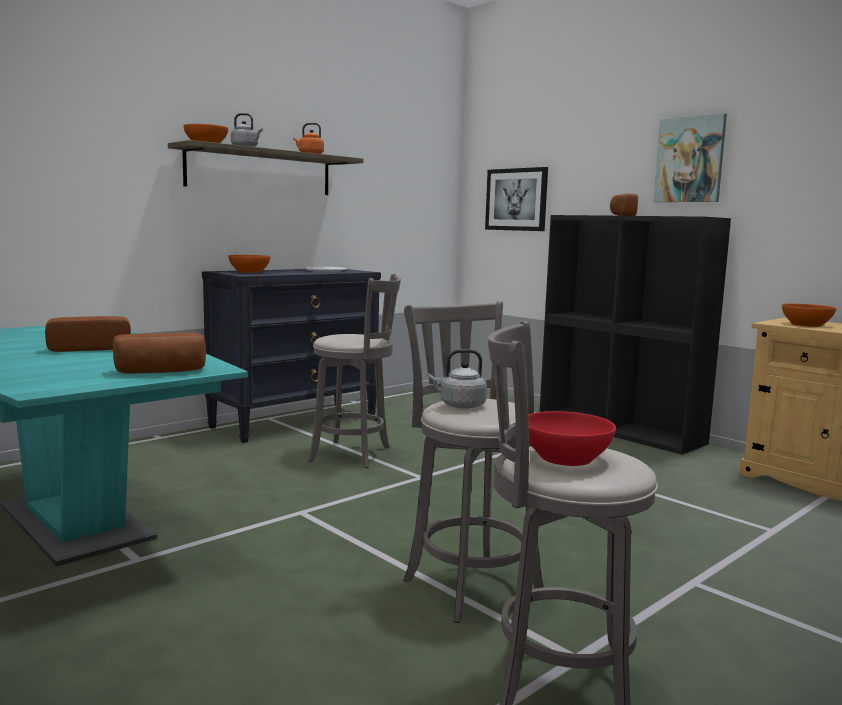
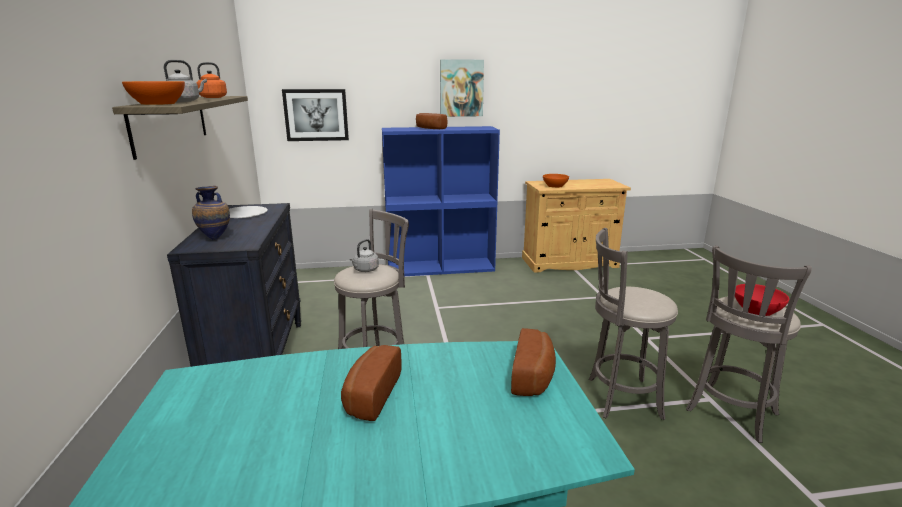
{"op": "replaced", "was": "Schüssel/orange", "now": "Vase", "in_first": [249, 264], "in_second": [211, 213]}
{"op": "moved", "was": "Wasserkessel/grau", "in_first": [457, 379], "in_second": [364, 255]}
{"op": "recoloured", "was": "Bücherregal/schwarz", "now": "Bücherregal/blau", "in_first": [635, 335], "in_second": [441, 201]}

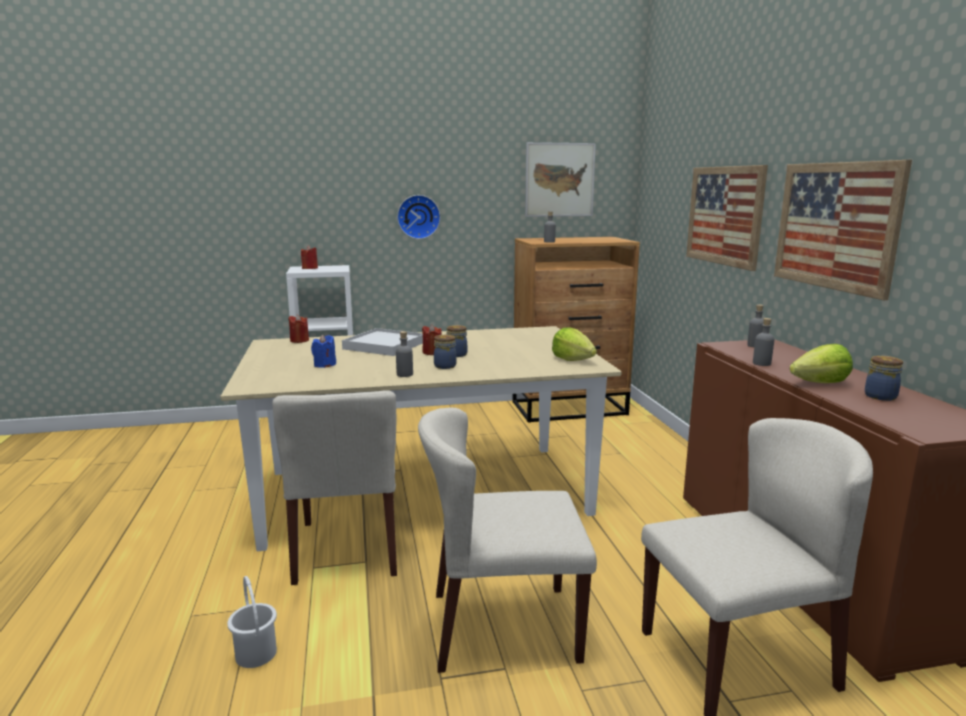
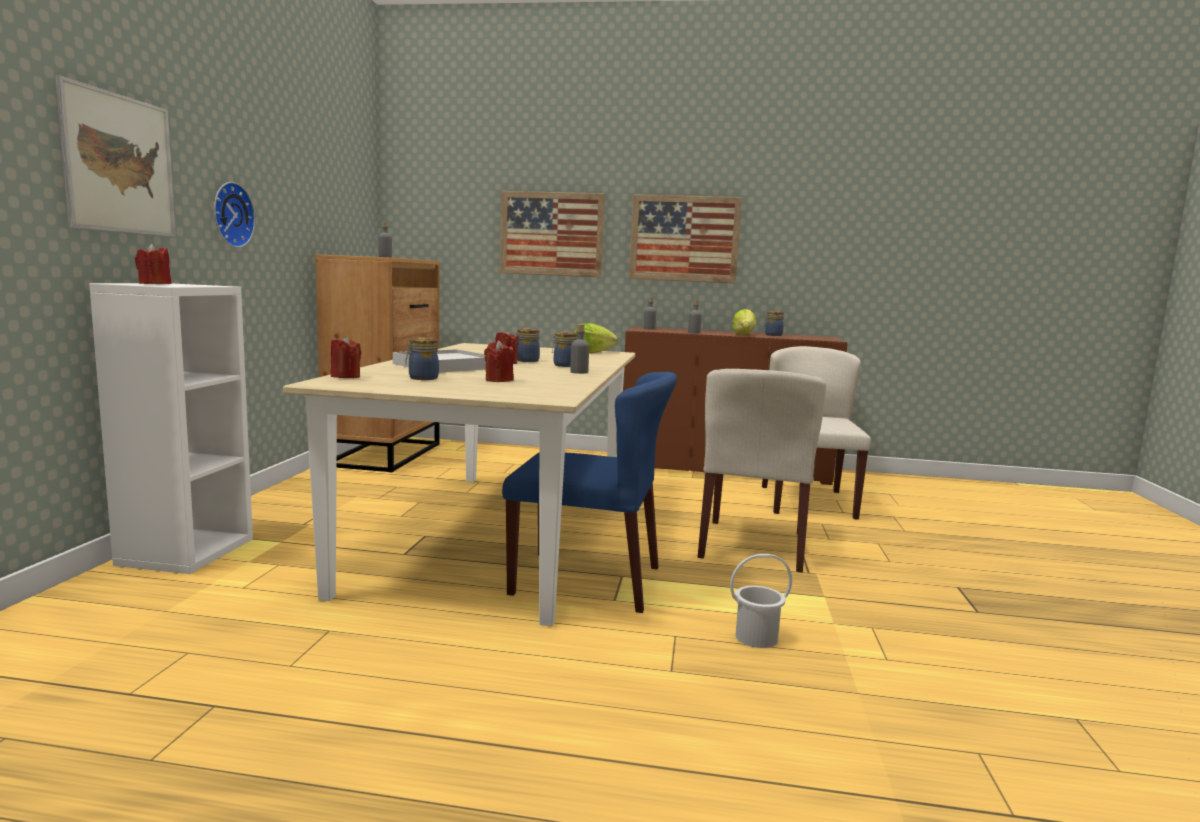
{"op": "recoloured", "was": "Stuhl/beige", "now": "Stuhl/blau", "in_first": [334, 488], "in_second": [589, 492]}
{"op": "recoloured", "was": "Kerze/blau", "now": "Kerze/rot", "in_first": [323, 351], "in_second": [499, 361]}
{"op": "moved", "was": "Bild", "in_first": [560, 179], "in_second": [115, 156]}
{"op": "added", "now": "Vorratsglas", "in_second": [422, 358]}

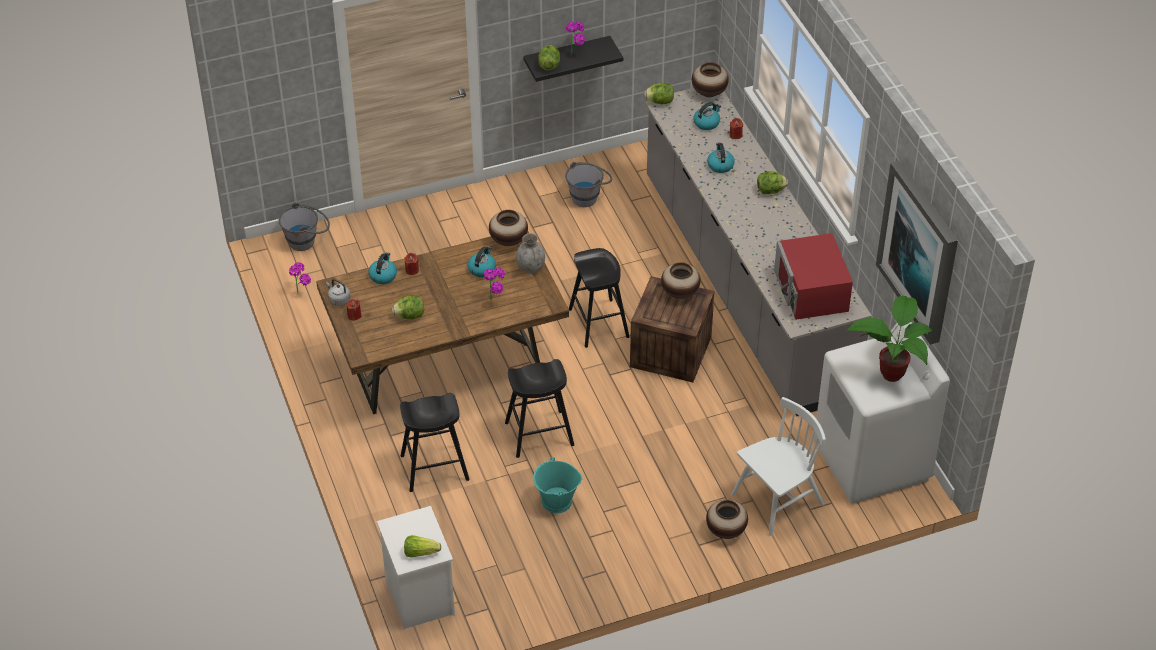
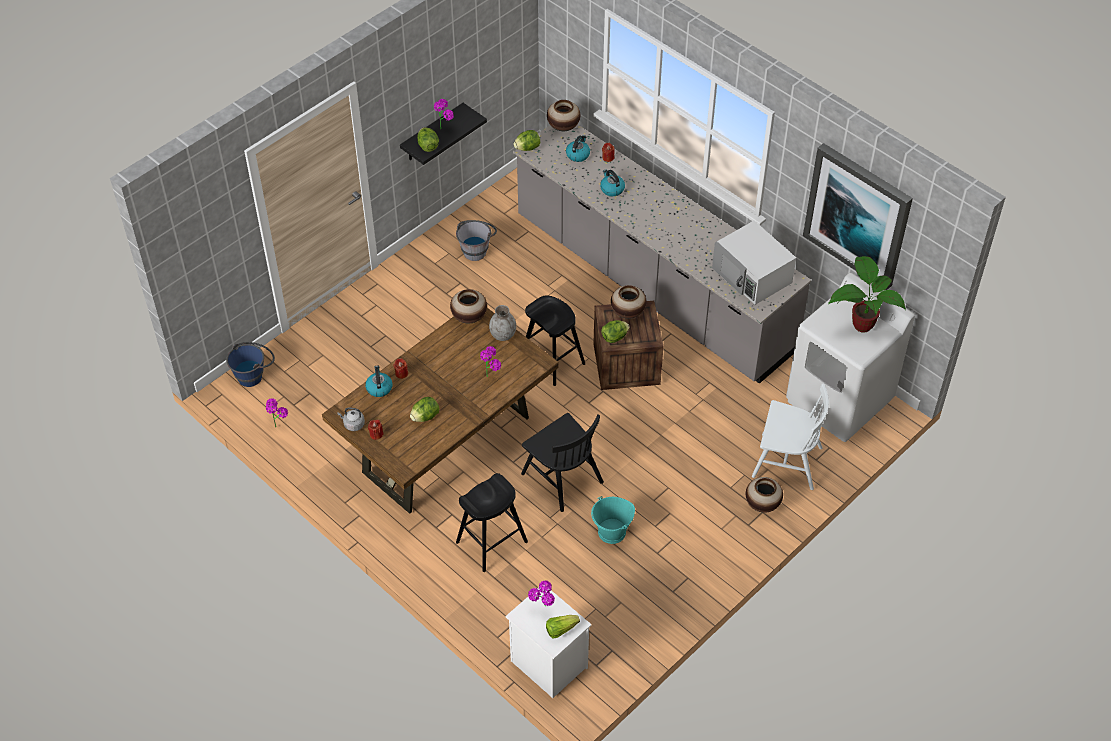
{"op": "recoloured", "was": "Eimer/grau", "now": "Eimer/blau", "in_first": [304, 227], "in_second": [250, 364]}
{"op": "removed", "was": "Wasserkessel", "in_first": [482, 261]}
{"op": "replaced", "was": "Hocker/schwarz", "now": "Stuhl/schwarz", "in_first": [539, 408], "in_second": [562, 462]}
{"op": "turned", "was": "Stuhl/weiß", "in_first": [778, 466], "in_second": [790, 436], "clockwise": 75}
{"op": "moved", "was": "Salatkopf", "in_first": [772, 182], "in_second": [615, 331]}
{"op": "recoloured", "was": "Mikrowelle/rot", "now": "Mikrowelle/weiß", "in_first": [813, 276], "in_second": [754, 263]}
{"op": "added", "now": "Topfpflanze", "in_second": [541, 593]}

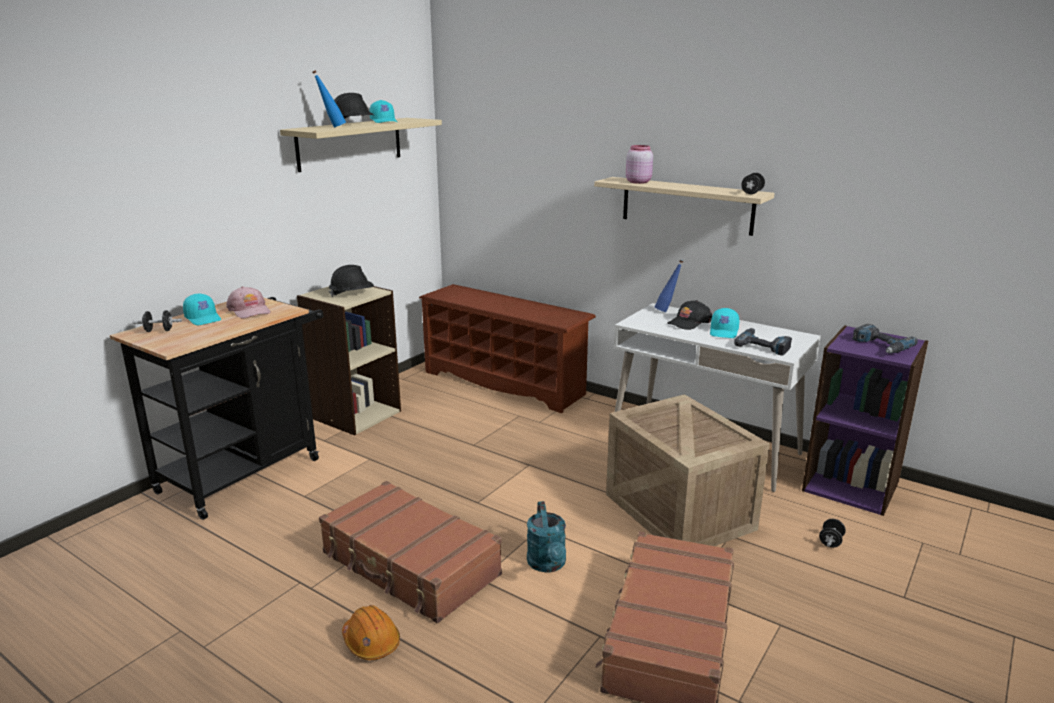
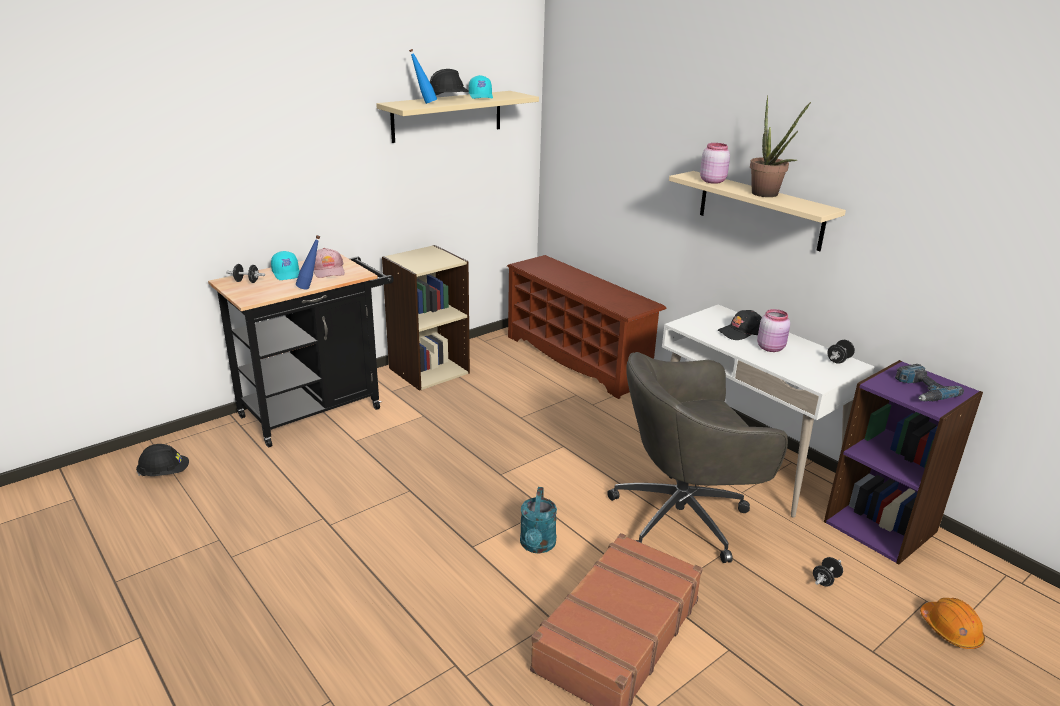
{"op": "removed", "was": "Koffer/braun", "in_first": [410, 552]}
{"op": "moved", "was": "Schutzhelm/schwarz", "in_first": [351, 281], "in_second": [162, 460]}
{"op": "moved", "was": "Schutzhelm/orange", "in_first": [371, 632], "in_second": [952, 623]}
{"op": "replaced", "was": "Kiste", "now": "Bürostuhl/grau", "in_first": [688, 470], "in_second": [697, 457]}
{"op": "moved", "was": "Flasche/blau", "in_first": [669, 286], "in_second": [308, 262]}
{"op": "replaced", "was": "Kappe/türkis", "now": "Vorratsglas/rosa", "in_first": [724, 323], "in_second": [773, 330]}
{"op": "removed", "was": "Bohrmaschine", "in_first": [763, 342]}
{"op": "moved", "was": "Hantel/schwarz", "in_first": [753, 183], "in_second": [841, 352]}
{"op": "added", "now": "Topfpflanze", "in_second": [780, 146]}

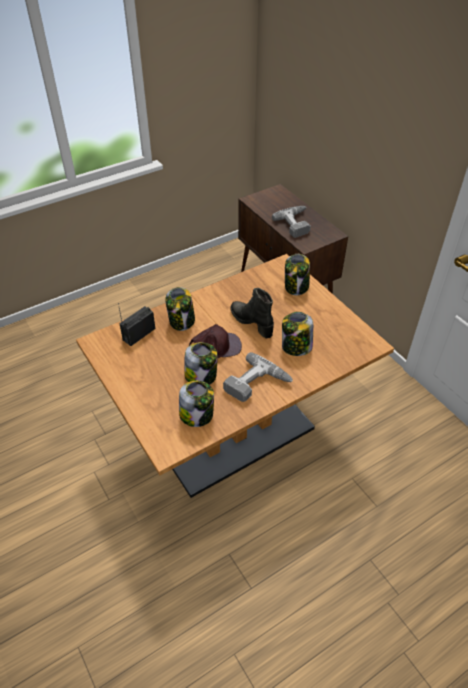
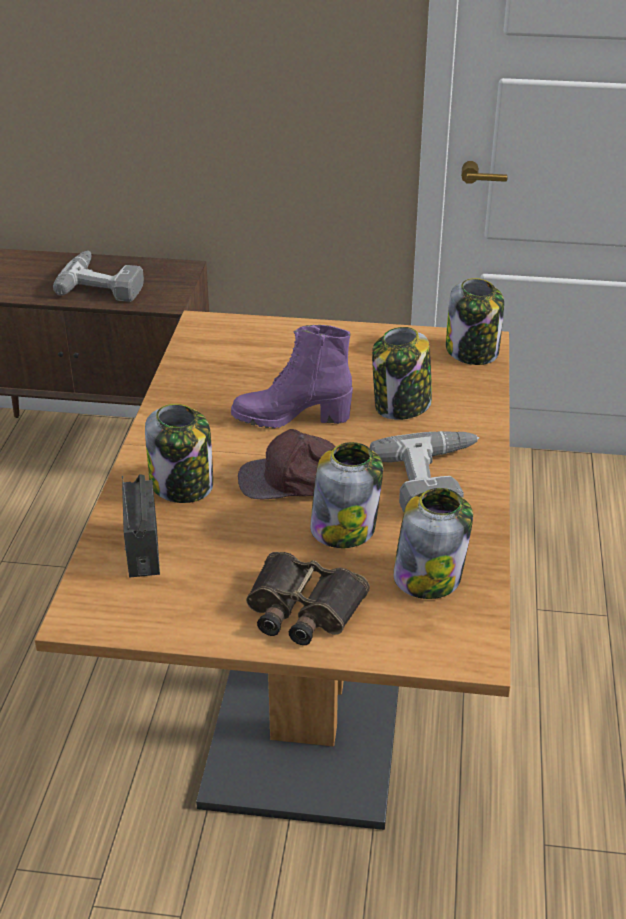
{"op": "turned", "was": "Kappe/braun", "in_first": [215, 341], "in_second": [287, 464], "clockwise": -120}
{"op": "recoloured", "was": "Stiefel/schwarz", "now": "Stiefel/lila", "in_first": [252, 313], "in_second": [292, 376]}
{"op": "moved", "was": "Vorratsglas", "in_first": [297, 274], "in_second": [475, 321]}
{"op": "added", "now": "Fernglas", "in_second": [308, 598]}

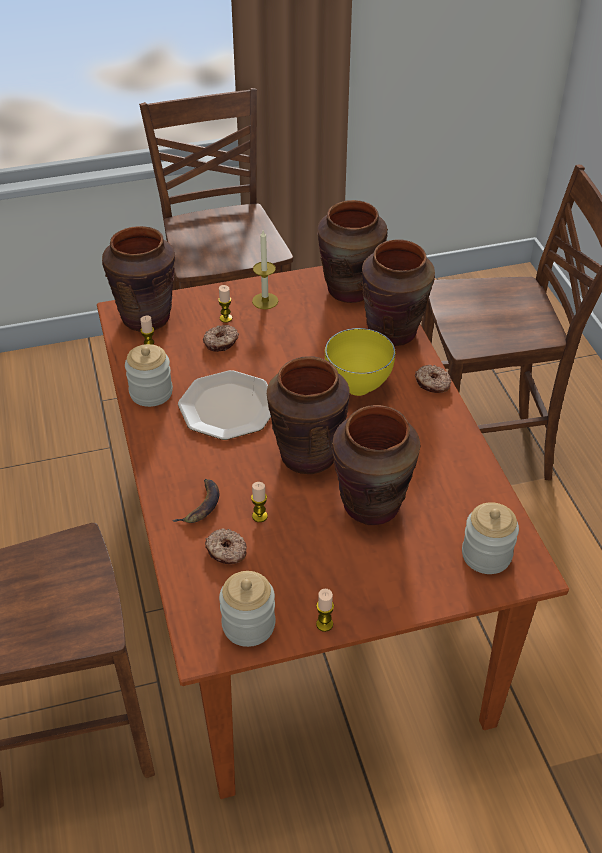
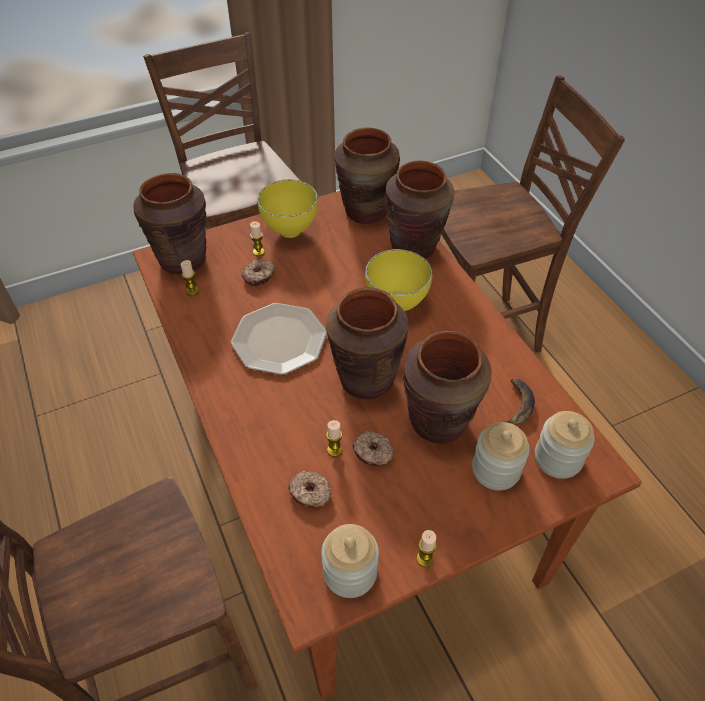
{"op": "moved", "was": "Vorratsglas", "in_first": [149, 375], "in_second": [500, 456]}
{"op": "moved", "was": "Banane", "in_first": [195, 501], "in_second": [520, 401]}
{"op": "replaced", "was": "Kerze", "now": "Schüssel/gelb", "in_first": [265, 270], "in_second": [287, 208]}
{"op": "moved", "was": "Donut", "in_first": [433, 379], "in_second": [373, 448]}

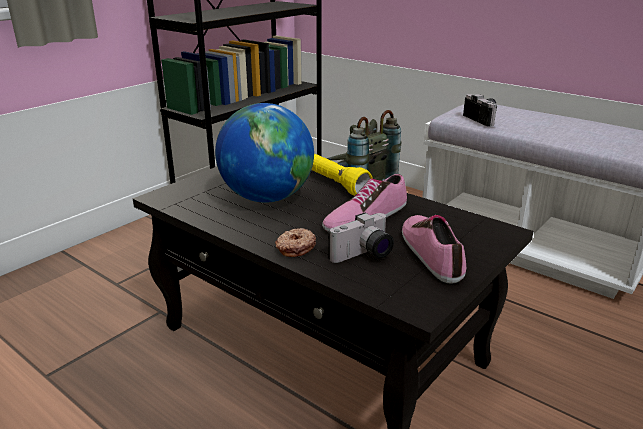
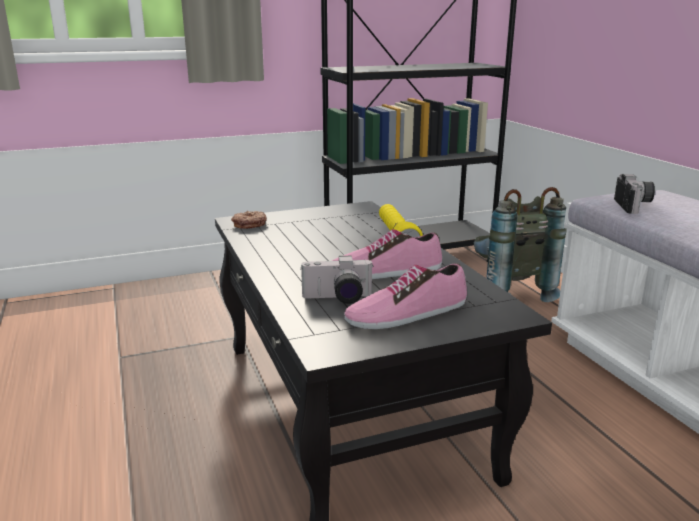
{"op": "removed", "was": "Globus", "in_first": [264, 153]}
{"op": "moved", "was": "Donut", "in_first": [295, 242], "in_second": [249, 220]}
{"op": "turned", "was": "Schuh", "in_first": [434, 249], "in_second": [405, 296], "clockwise": -135}

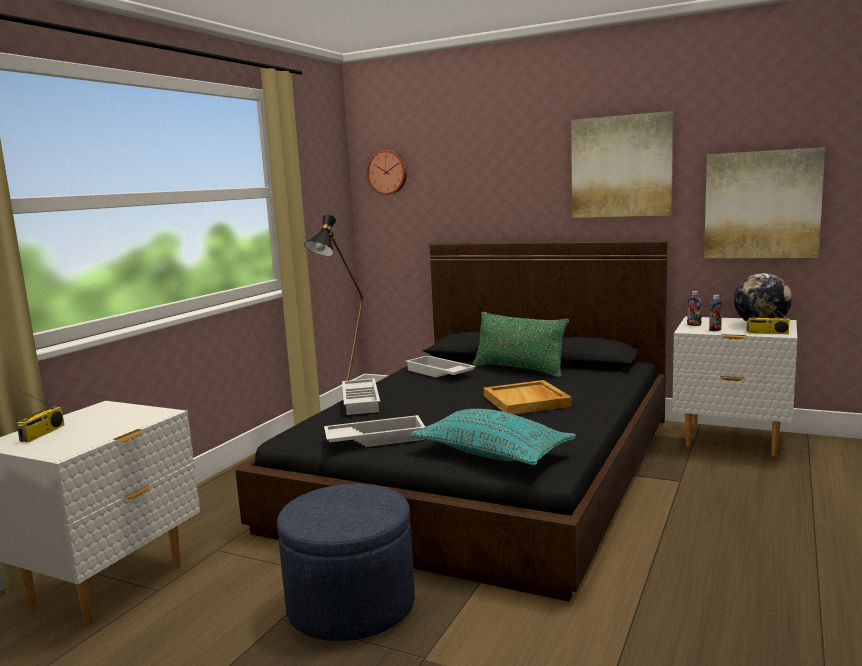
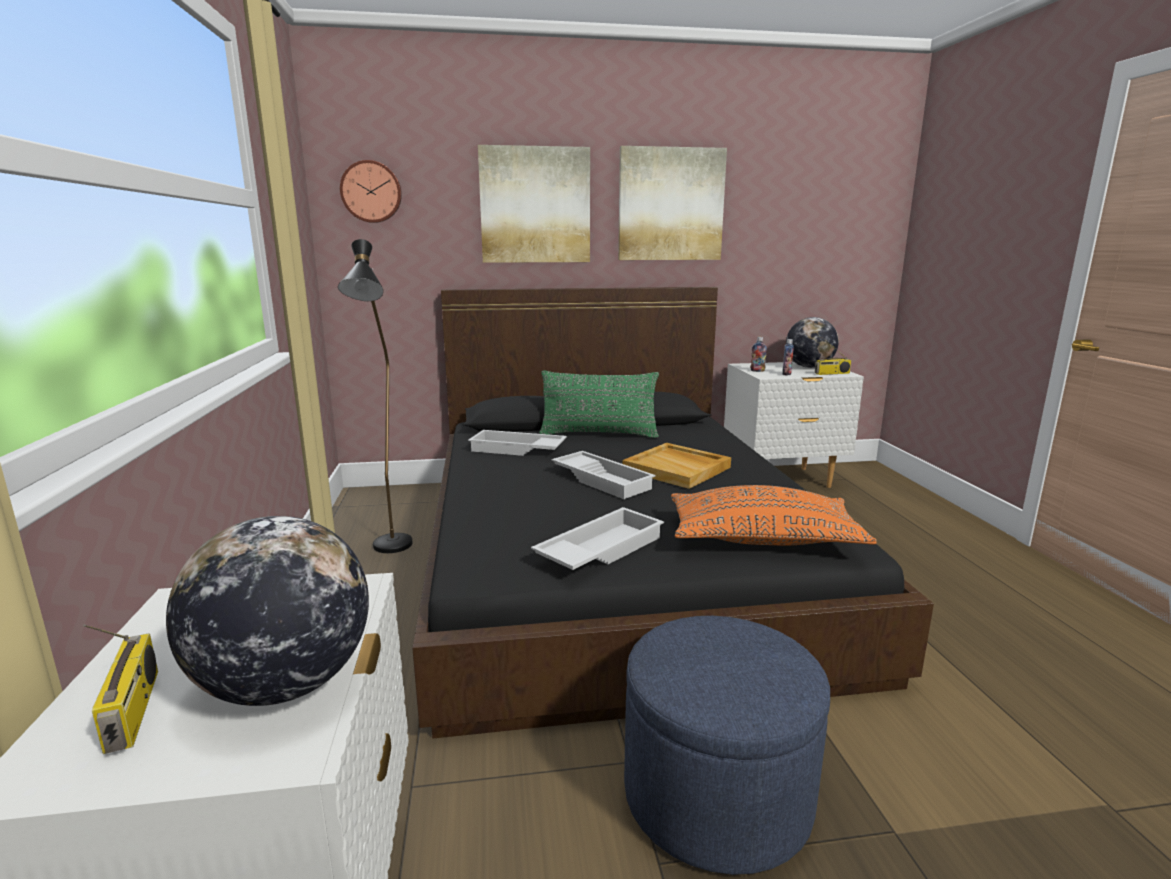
{"op": "moved", "was": "Tablett/weiß", "in_first": [361, 396], "in_second": [603, 475]}
{"op": "recoloured", "was": "Kissen/türkis", "now": "Kissen/orange", "in_first": [493, 437], "in_second": [774, 515]}
{"op": "moved", "was": "Bild", "in_first": [764, 202], "in_second": [534, 204]}
{"op": "added", "now": "Globus", "in_second": [267, 611]}

